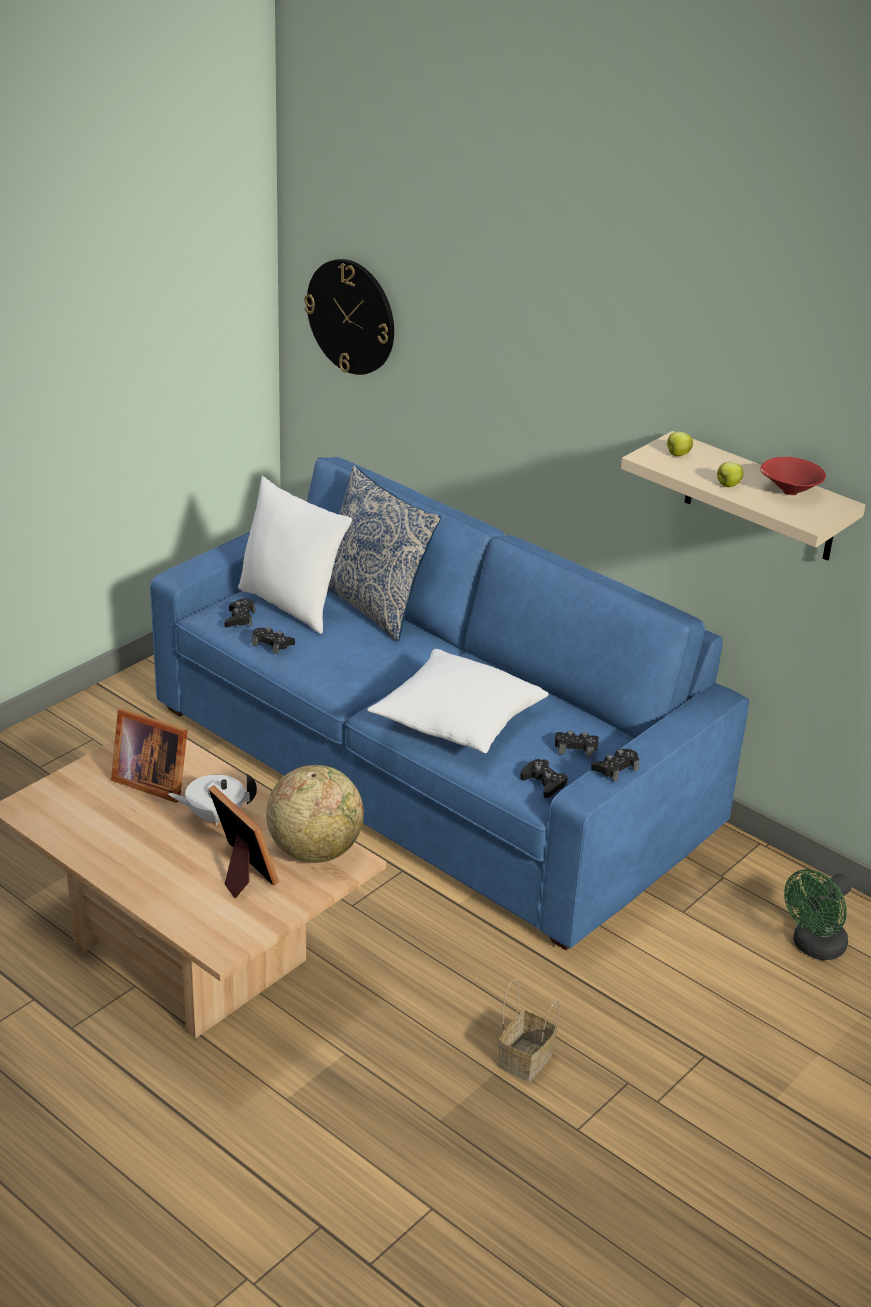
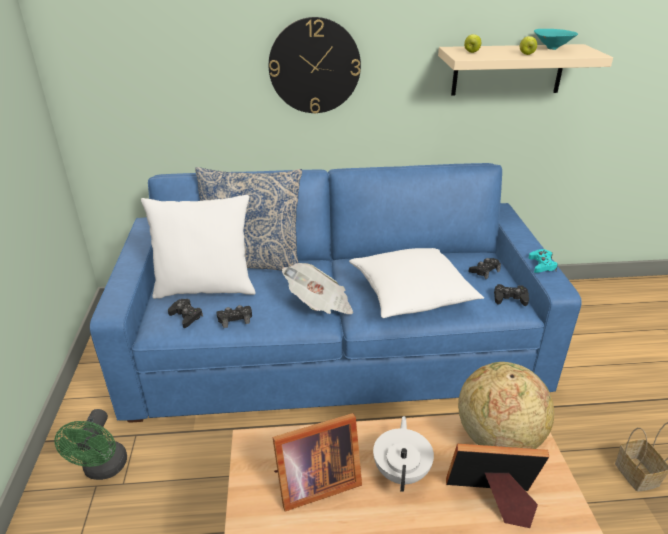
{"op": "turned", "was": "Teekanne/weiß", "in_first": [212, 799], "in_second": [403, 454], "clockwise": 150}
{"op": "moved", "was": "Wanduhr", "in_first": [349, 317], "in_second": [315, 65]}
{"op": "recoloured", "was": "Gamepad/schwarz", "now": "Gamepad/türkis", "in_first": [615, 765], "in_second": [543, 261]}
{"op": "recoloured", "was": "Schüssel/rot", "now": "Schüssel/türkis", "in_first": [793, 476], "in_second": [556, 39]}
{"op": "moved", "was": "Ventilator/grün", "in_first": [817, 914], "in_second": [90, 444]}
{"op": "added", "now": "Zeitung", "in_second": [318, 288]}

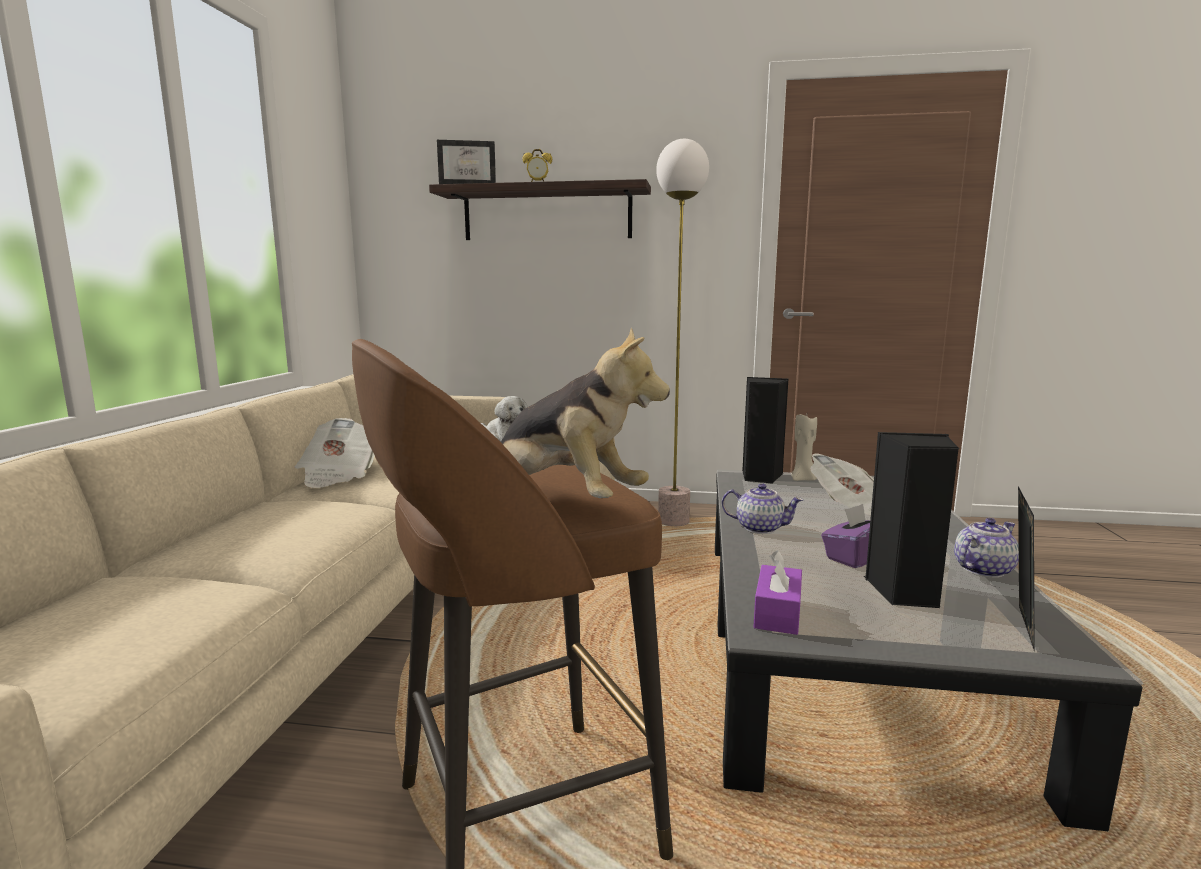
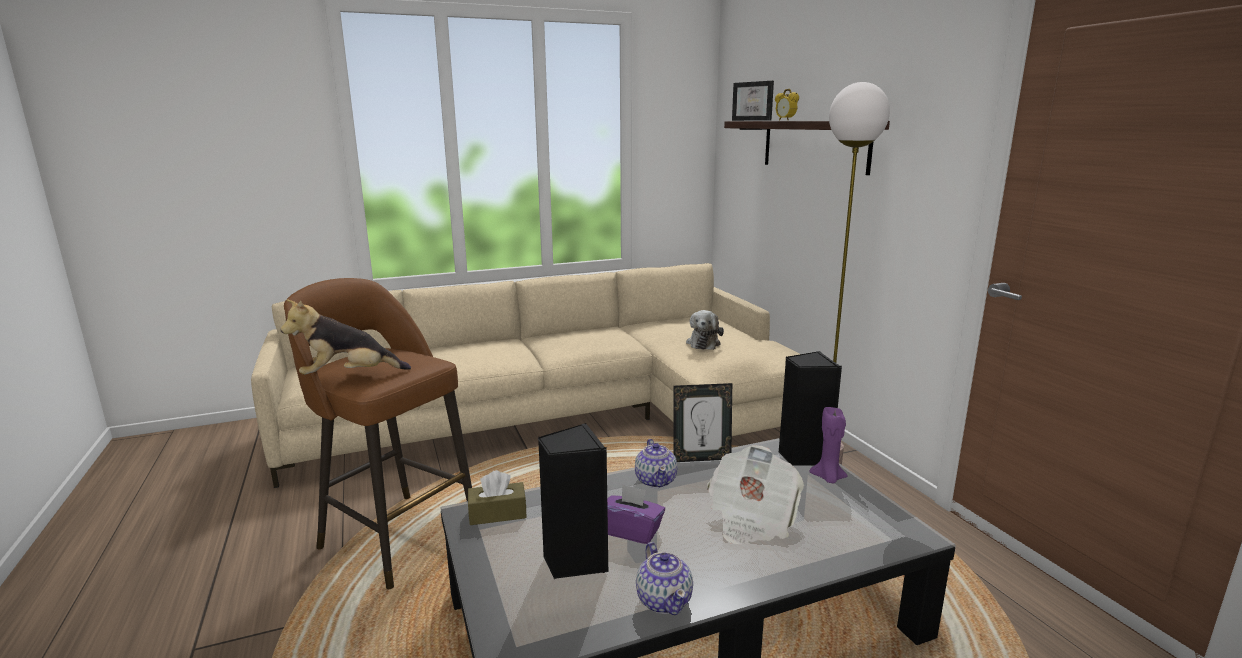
{"op": "removed", "was": "Zeitung", "in_first": [334, 453]}
{"op": "turned", "was": "Plüschtier", "in_first": [585, 413], "in_second": [345, 337], "clockwise": 75}
{"op": "recoloured", "was": "Taschentuchbox/lila", "now": "Taschentuchbox/braun", "in_first": [778, 592], "in_second": [497, 497]}
{"op": "recoloured", "was": "Kerze/beige", "now": "Kerze/lila", "in_first": [804, 447], "in_second": [829, 445]}
{"op": "turned", "was": "Teekanne", "in_first": [986, 548], "in_second": [664, 578], "clockwise": 45}
{"op": "moved", "was": "Bilderrahmen", "in_first": [1026, 567], "in_second": [702, 422]}

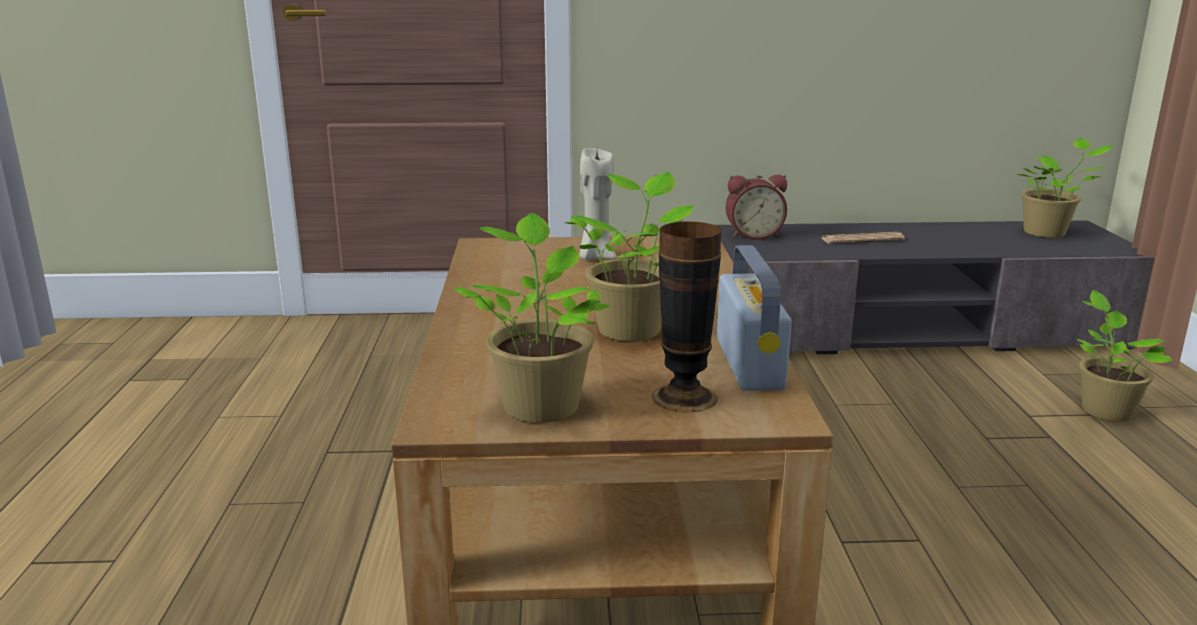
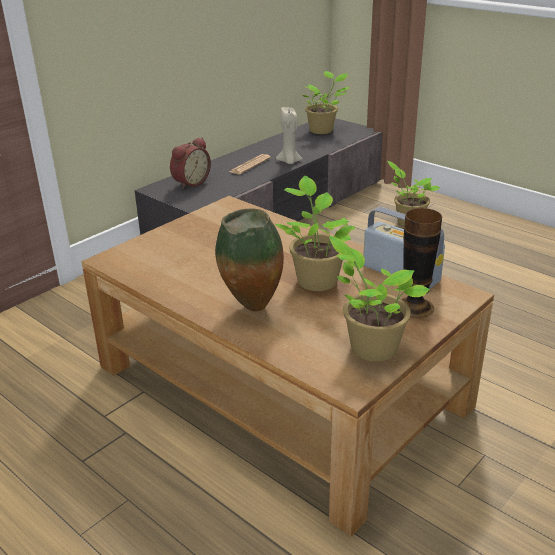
{"op": "moved", "was": "Kerze/beige", "in_first": [598, 204], "in_second": [289, 135]}
{"op": "added", "now": "Vase", "in_second": [249, 259]}

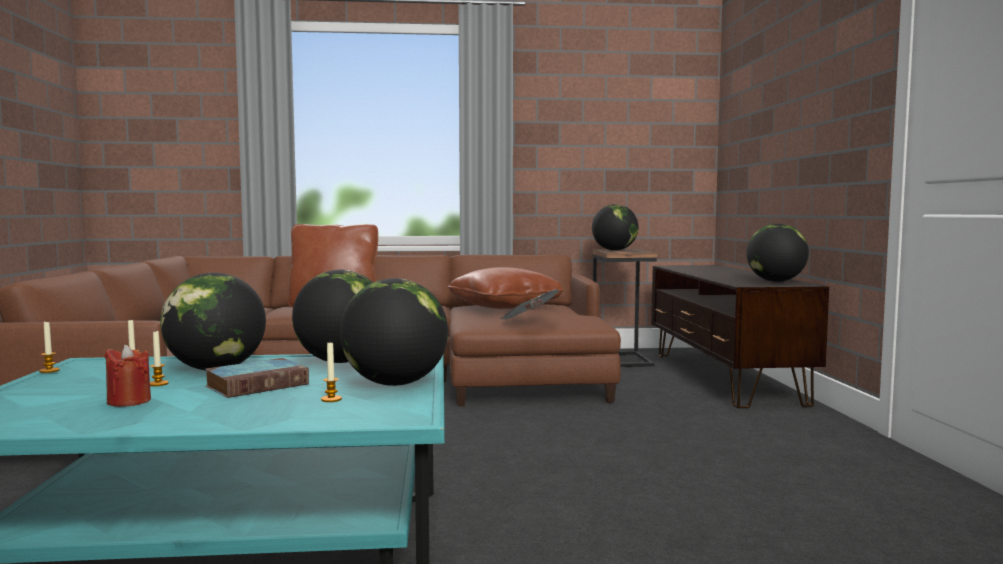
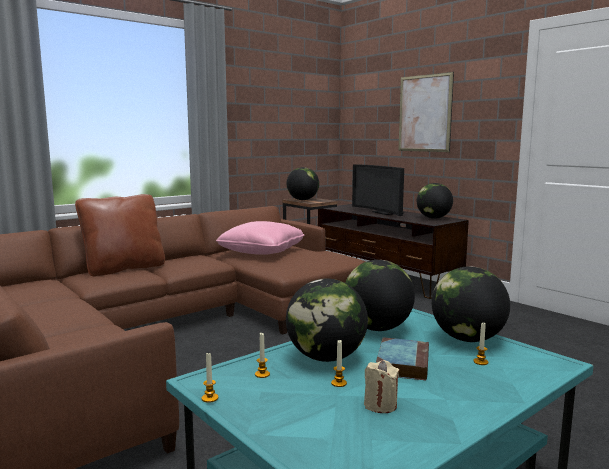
{"op": "recoloured", "was": "Kerze/rot", "now": "Kerze/beige", "in_first": [127, 376], "in_second": [381, 386]}
{"op": "recoloured", "was": "Kissen/braun", "now": "Kissen/rosa", "in_first": [506, 288], "in_second": [260, 238]}
{"op": "removed", "was": "Zeitung", "in_first": [529, 303]}
{"op": "added", "now": "Fernseher", "in_second": [378, 190]}
{"op": "added", "now": "Bild", "in_second": [426, 112]}

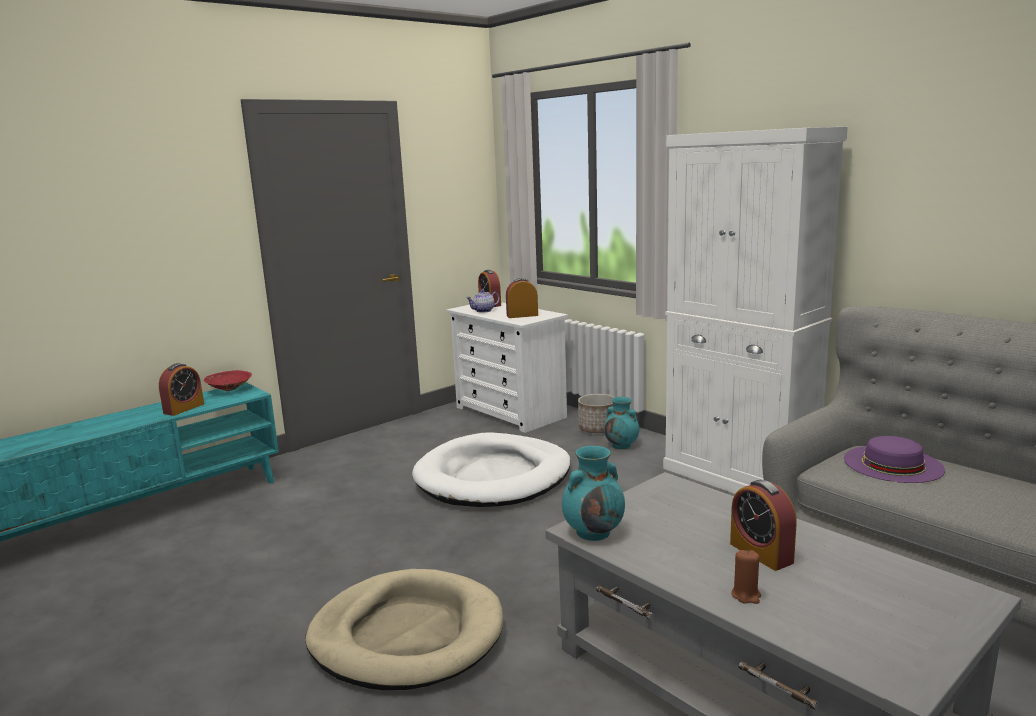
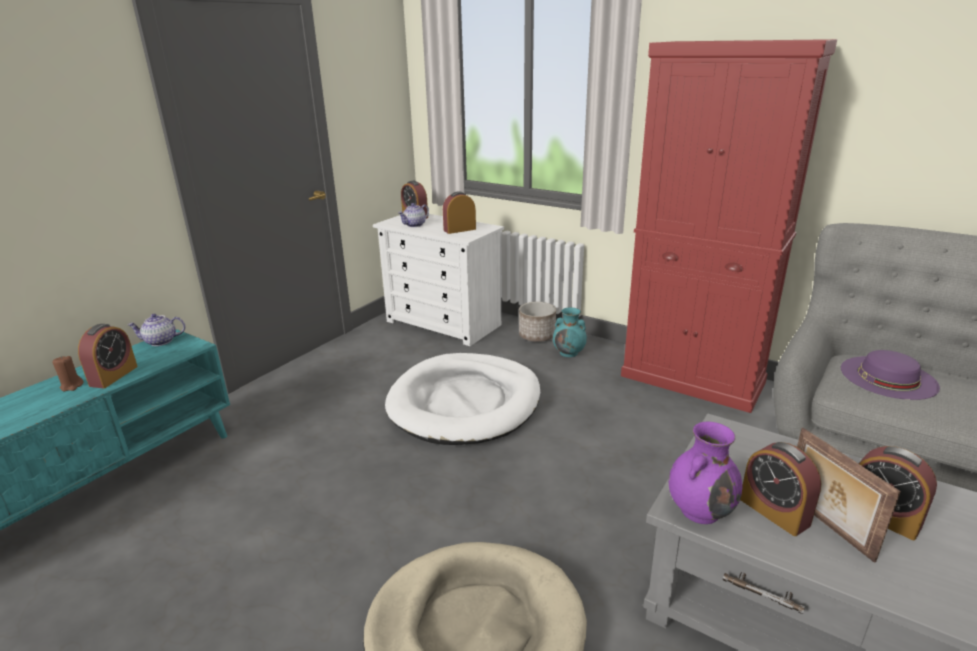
{"op": "replaced", "was": "Schüssel/rot", "now": "Teekanne", "in_first": [228, 380], "in_second": [156, 330]}
{"op": "recoloured", "was": "Vase/türkis", "now": "Vase/lila", "in_first": [593, 493], "in_second": [705, 473]}
{"op": "recoloured", "was": "Schrank/weiß", "now": "Schrank/rot", "in_first": [755, 310], "in_second": [729, 226]}
{"op": "moved", "was": "Kerze/braun", "in_first": [746, 577], "in_second": [67, 374]}
{"op": "added", "now": "Wecker", "in_second": [780, 489]}
{"op": "added", "now": "Bilderrahmen", "in_second": [849, 495]}

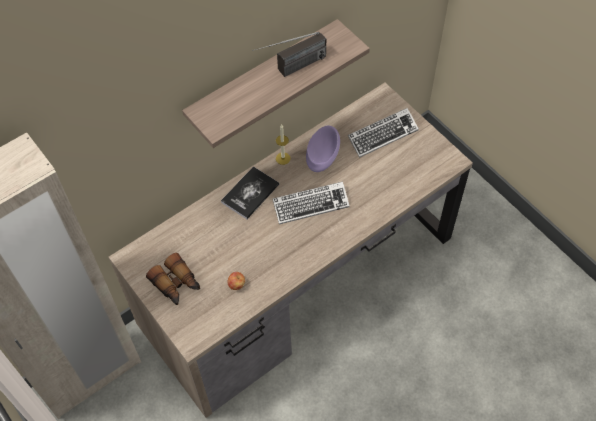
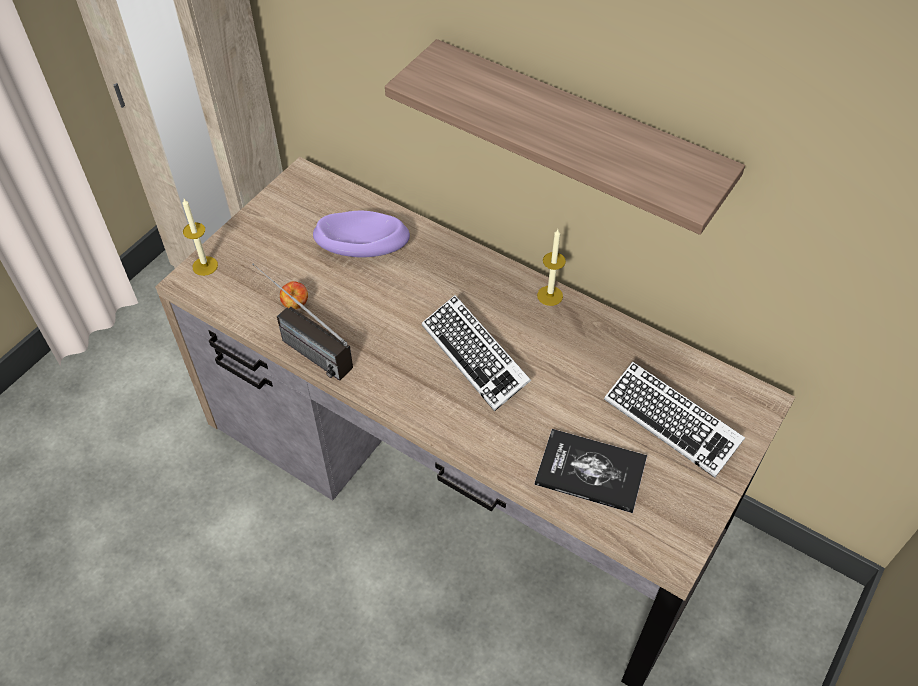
{"op": "removed", "was": "Fernglas", "in_first": [173, 279]}
{"op": "moved", "was": "Buch", "in_first": [250, 192], "in_second": [591, 471]}
{"op": "moved", "was": "Radio", "in_first": [289, 54], "in_second": [302, 322]}
{"op": "moved", "was": "Schüssel/lila", "in_first": [323, 148], "in_second": [361, 234]}
{"op": "added", "now": "Kerze", "in_second": [200, 237]}

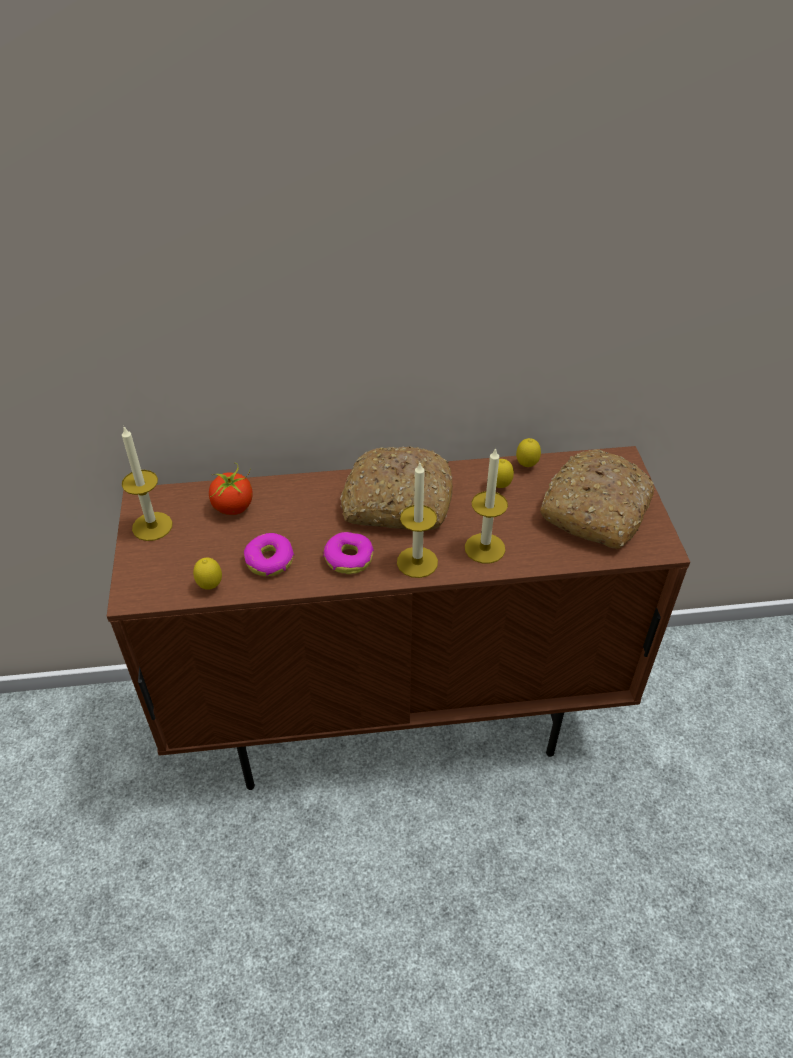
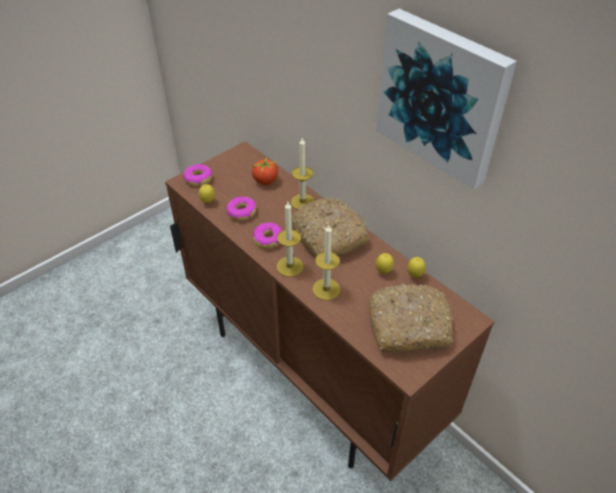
{"op": "moved", "was": "Kerze", "in_first": [147, 484], "in_second": [303, 174]}
{"op": "added", "now": "Donut", "in_second": [197, 175]}
{"op": "added", "now": "Bild", "in_second": [446, 99]}

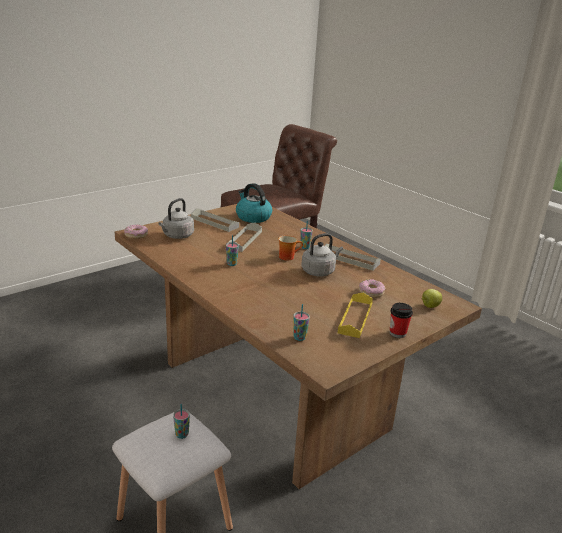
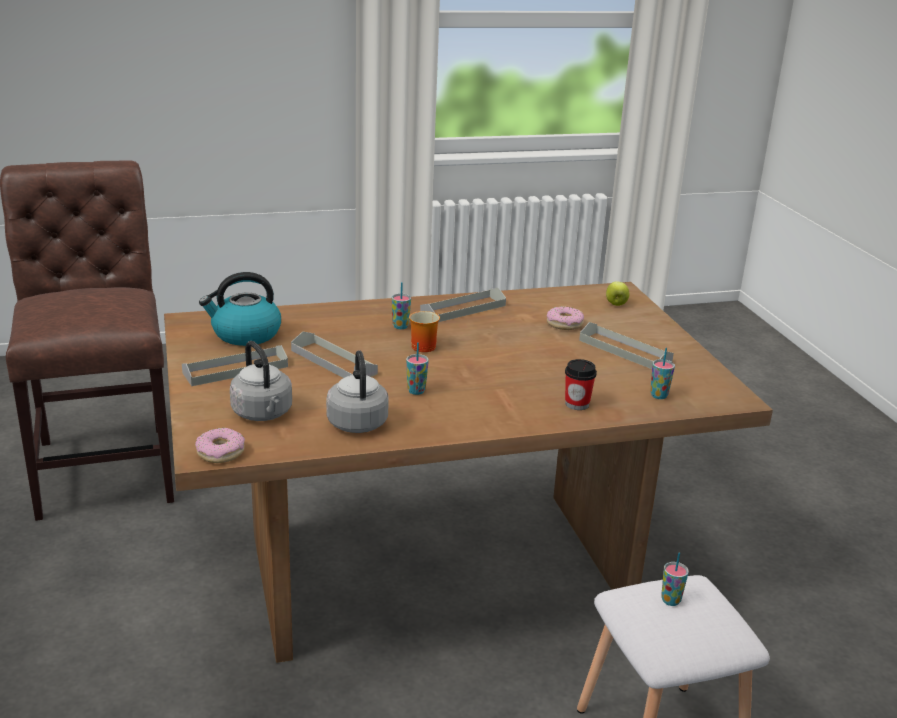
{"op": "moved", "was": "Wasserkessel/grau", "in_first": [322, 254], "in_second": [357, 391]}
{"op": "recoloured", "was": "Tablett/gelb", "now": "Tablett/grau", "in_first": [355, 315], "in_second": [626, 345]}
{"op": "moved", "was": "Tasse", "in_first": [401, 320], "in_second": [581, 384]}

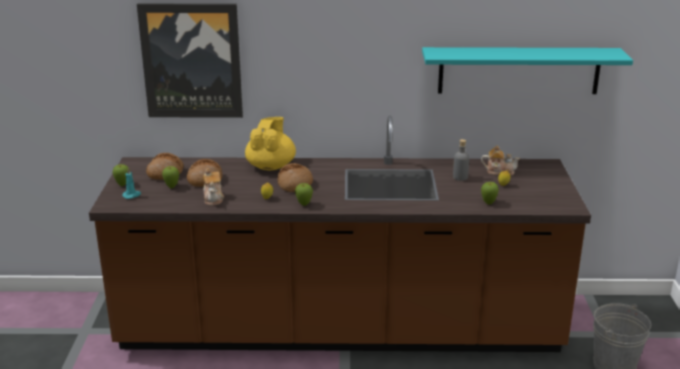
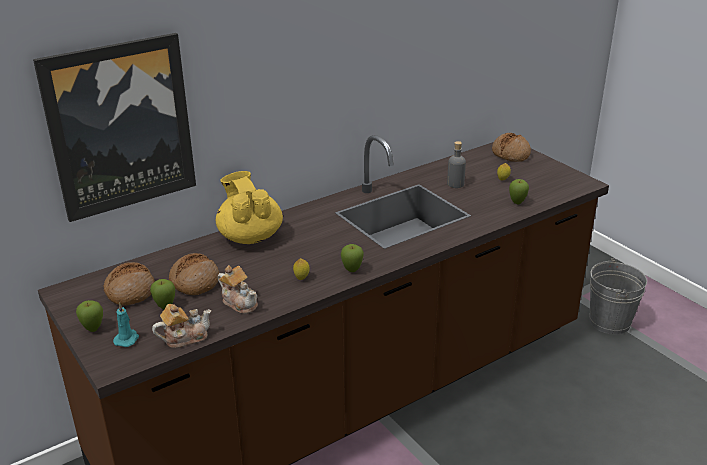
{"op": "moved", "was": "Brot", "in_first": [295, 177], "in_second": [511, 147]}
{"op": "removed", "was": "Wandregal/türkis", "in_first": [527, 70]}
{"op": "moved", "was": "Teekanne", "in_first": [501, 160], "in_second": [182, 326]}

